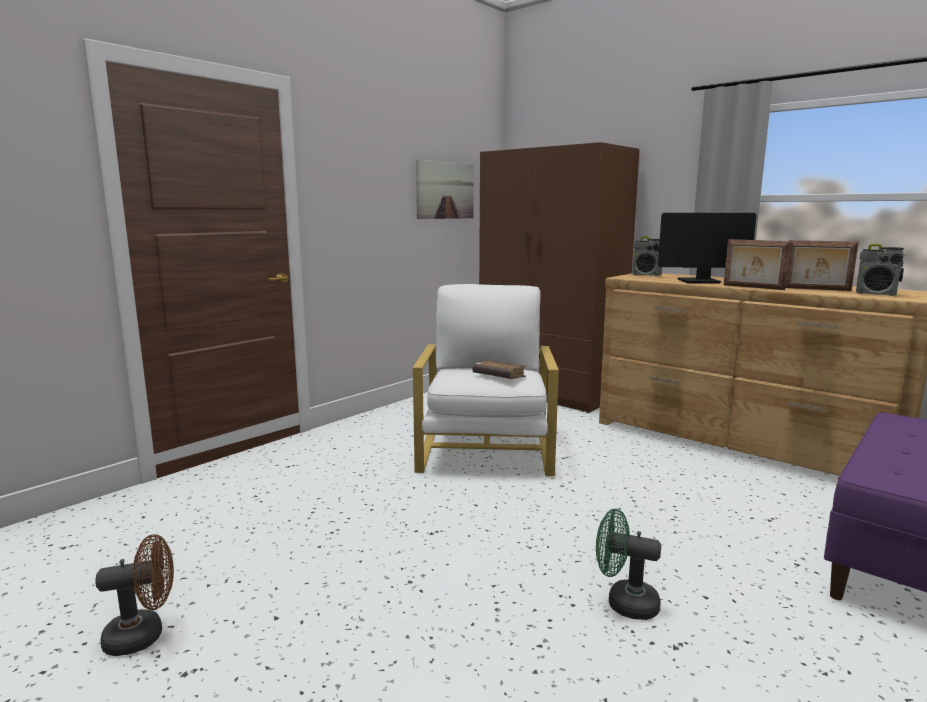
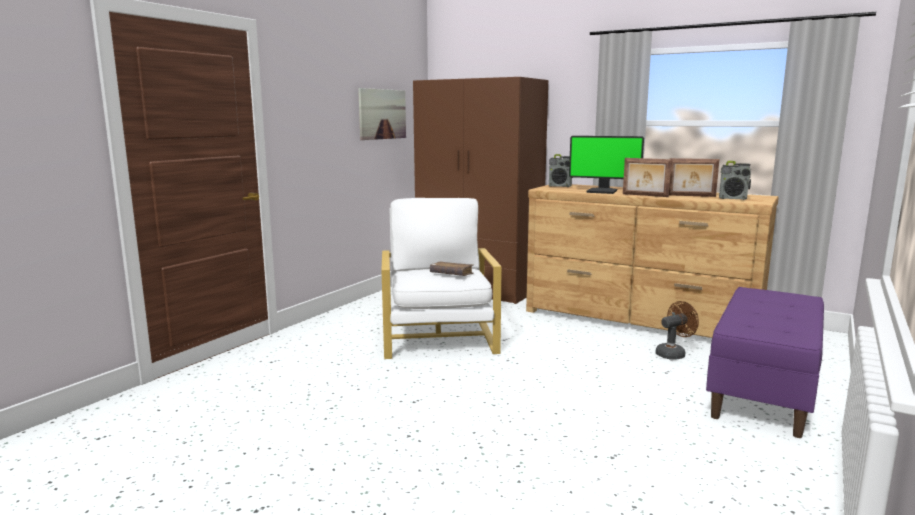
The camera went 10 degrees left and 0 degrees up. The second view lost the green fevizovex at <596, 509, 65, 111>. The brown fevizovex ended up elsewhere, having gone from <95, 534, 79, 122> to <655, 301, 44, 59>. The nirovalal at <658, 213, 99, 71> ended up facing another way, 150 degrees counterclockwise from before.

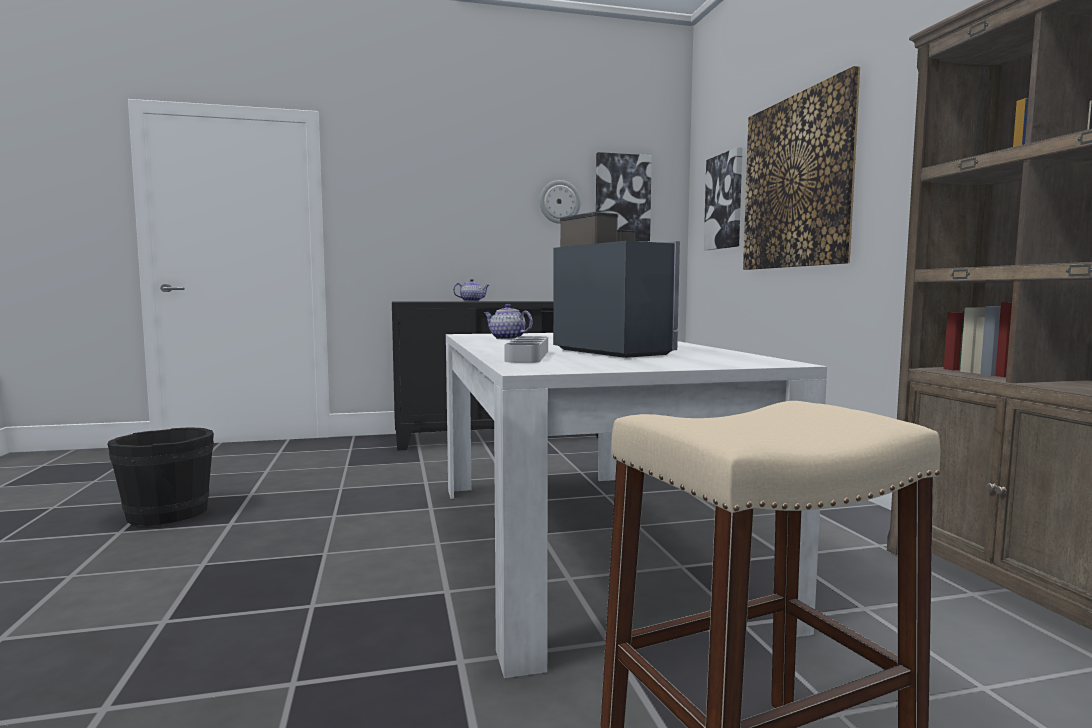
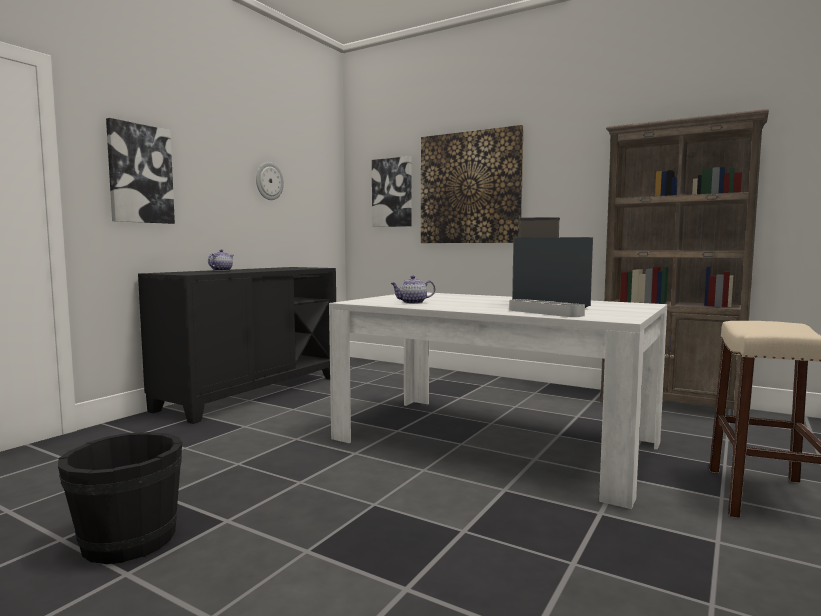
The camera went 45 degrees left and 0 degrees up. The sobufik ended up elsewhere, having gone from <596, 152, 56, 89> to <106, 118, 69, 106>.

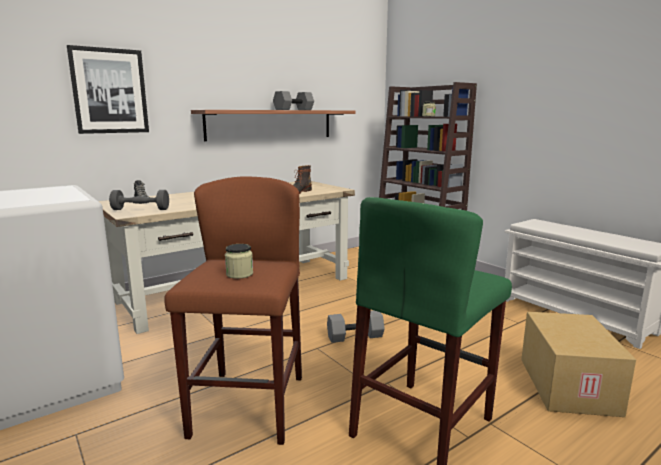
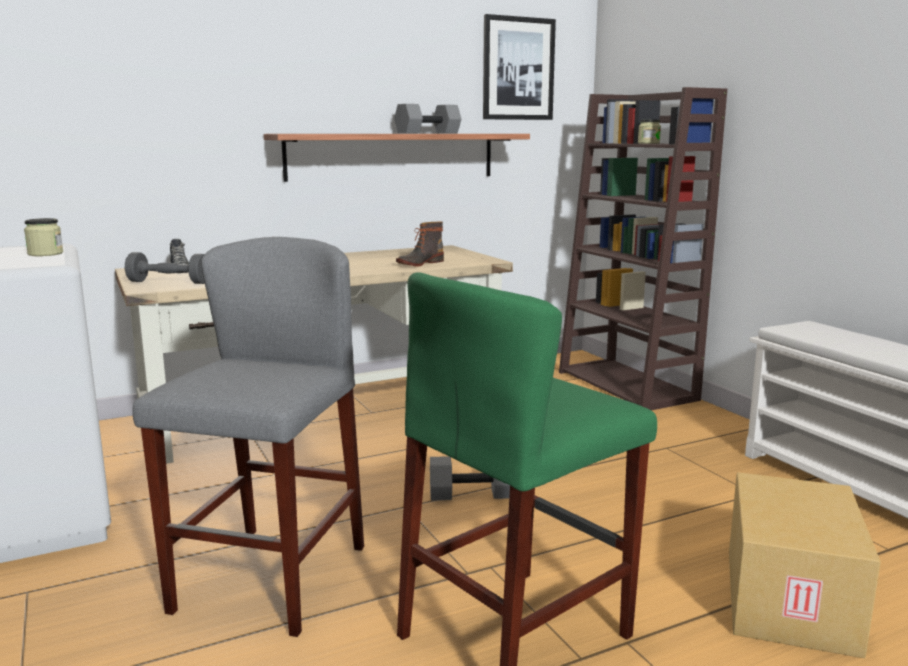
The camera went 10 degrees right and 0 degrees up. The sobufik ended up elsewhere, having gone from <67, 45, 82, 89> to <483, 14, 73, 106>. The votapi ended up elsewhere, having gone from <225, 244, 28, 35> to <24, 218, 39, 38>. What was the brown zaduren at <164, 176, 138, 269> turned into the grey zaduren at <132, 237, 232, 400>.

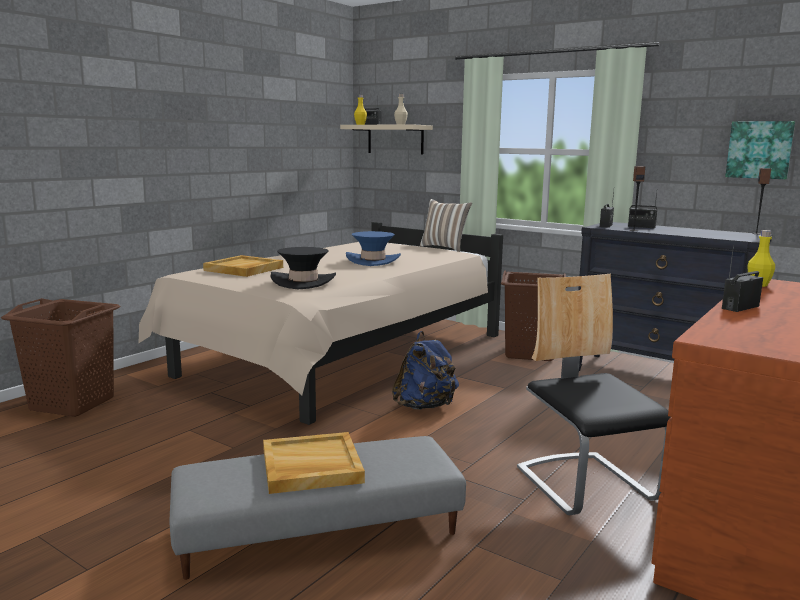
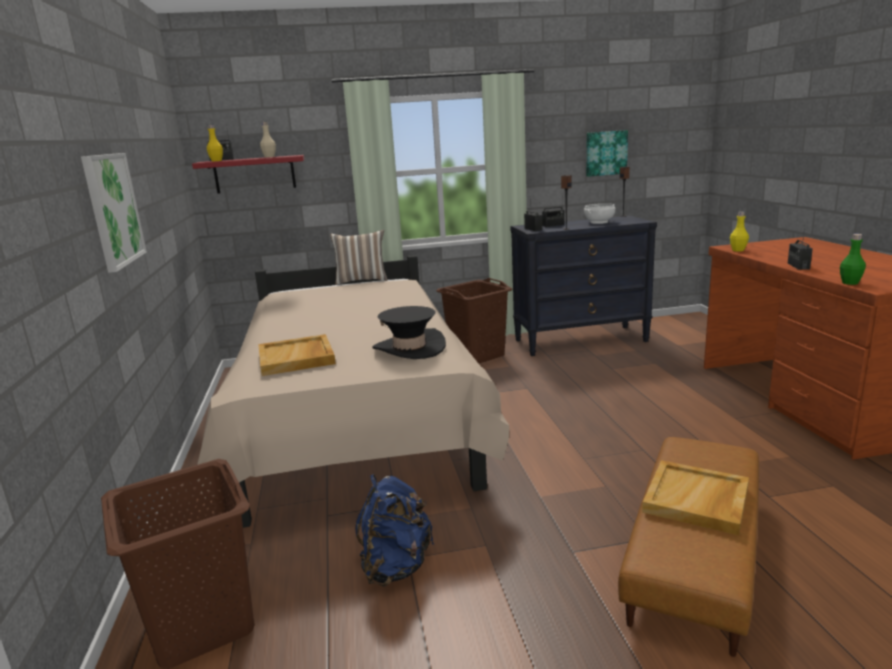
The camera went 45 degrees left and 5 degrees up. The second view lost the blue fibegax at <346, 231, 55, 35>. The second view lost the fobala at <517, 274, 154, 241>. The second view gained the sobufik at <81, 153, 66, 120>. The second view gained the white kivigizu at <584, 203, 31, 21>. The second view gained the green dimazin at <840, 234, 26, 51>. The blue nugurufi ended up elsewhere, having gone from <392, 331, 67, 79> to <355, 474, 79, 113>. What was the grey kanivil at <169, 436, 297, 144> turned into the brown kanivil at <618, 437, 141, 220>. What was the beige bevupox at <340, 125, 93, 30> turned into the red bevupox at <192, 155, 112, 38>.

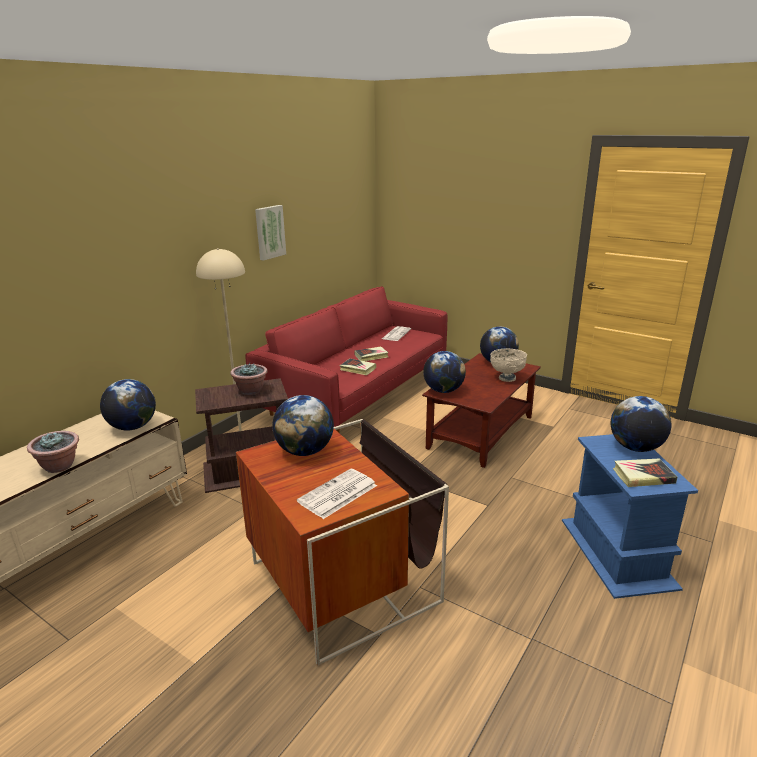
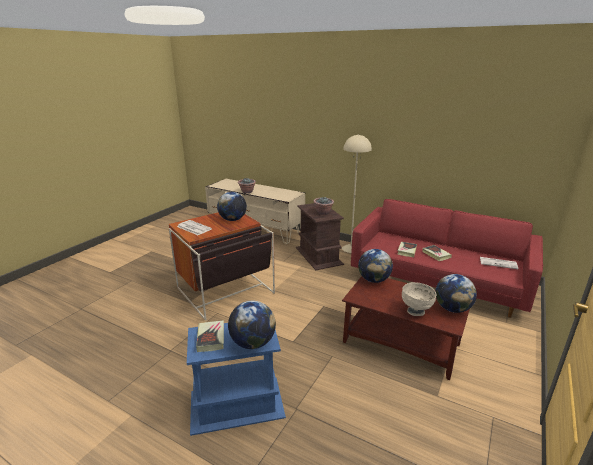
The camera went 85 degrees right and 0 degrees up. The second view lost the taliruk at <100, 379, 56, 52>. The second view lost the sobufik at <255, 205, 31, 56>.

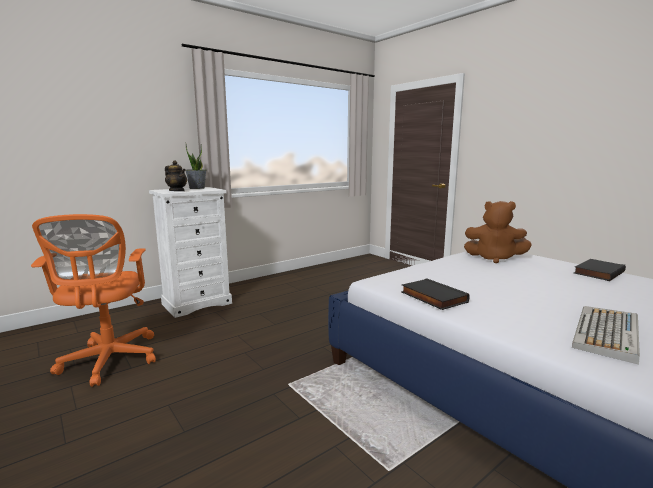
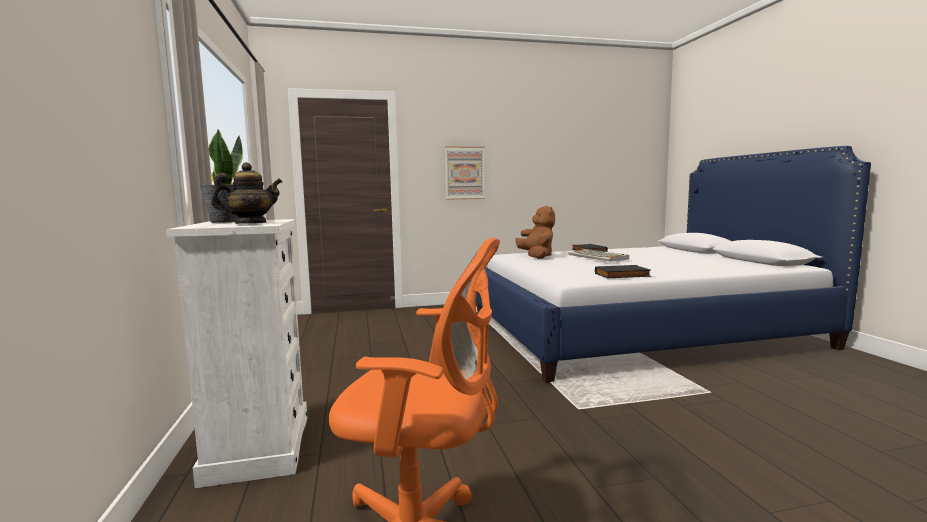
The camera went 65 degrees left and 5 degrees down. The second view gained the sobufik at <445, 146, 40, 54>. The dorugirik ended up elsewhere, having gone from <572, 306, 68, 59> to <568, 249, 61, 13>. The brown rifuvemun at <464, 201, 68, 62> ended up facing another way, 60 degrees counterclockwise from before.

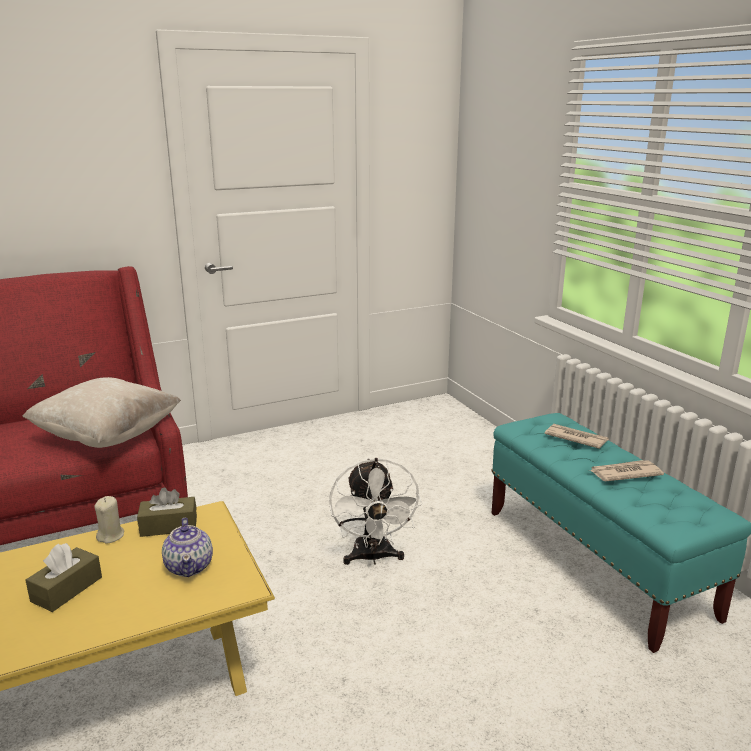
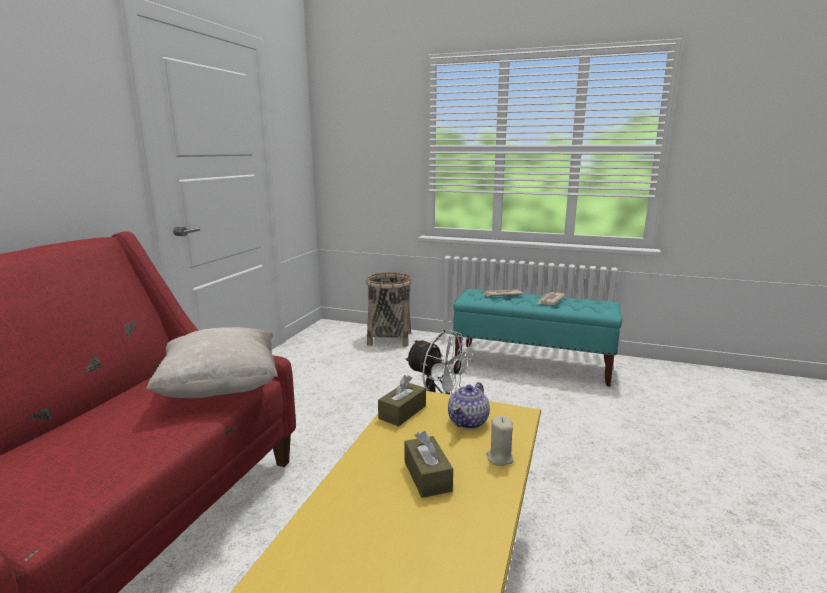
The camera went 45 degrees left and 5 degrees down. The second view gained the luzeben at <366, 272, 46, 75>. The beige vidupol ended up elsewhere, having gone from <94, 496, 30, 47> to <486, 416, 27, 50>. The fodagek at <162, 518, 51, 59> ended up facing another way, 90 degrees clockwise from before.

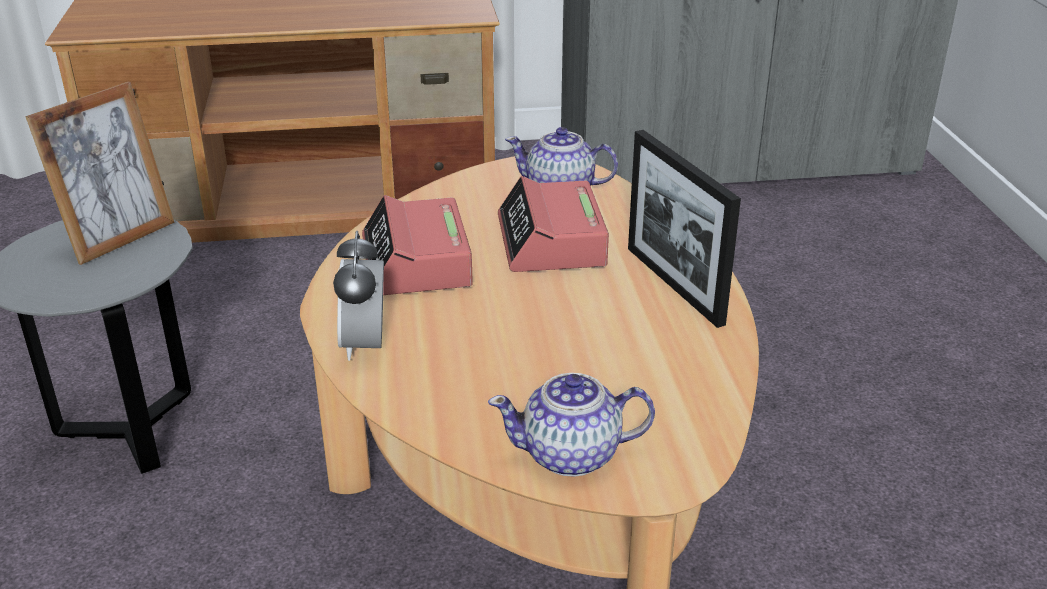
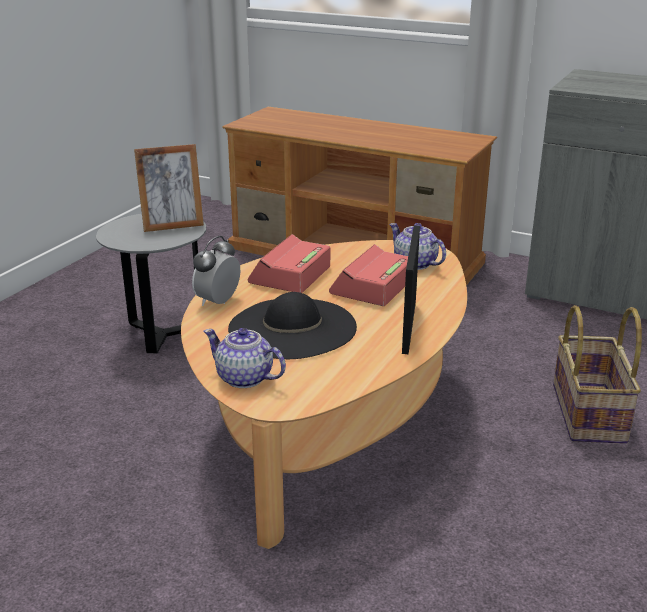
The camera went 35 degrees right and 5 degrees down. The second view gained the black fibegax at <228, 292, 129, 67>. The second view gained the luzeben at <553, 305, 89, 139>.

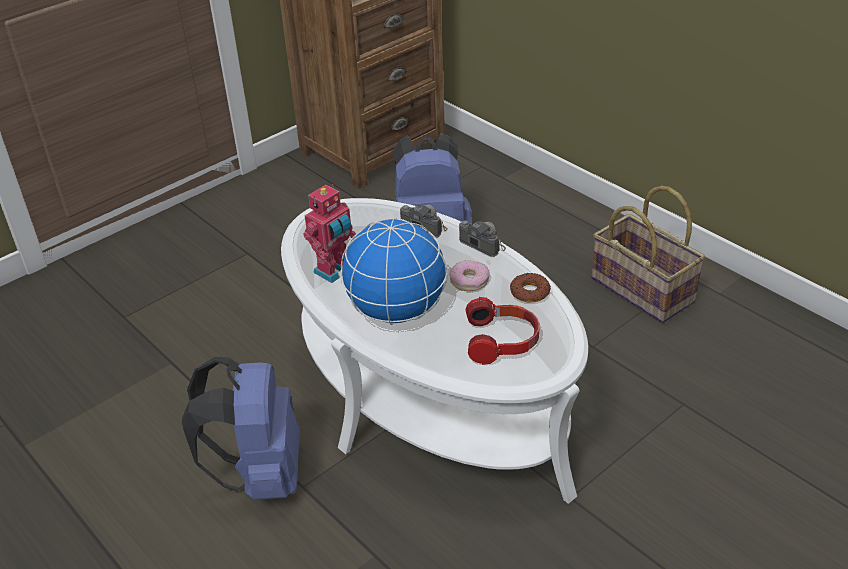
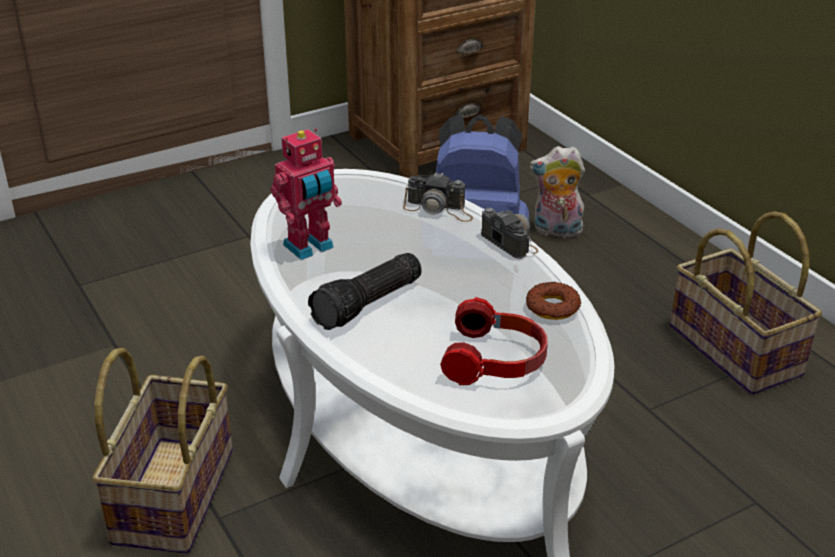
The camera went 10 degrees right and 5 degrees down. The second view lost the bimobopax at <449, 260, 41, 31>. The second view gained the rifuvemun at <529, 146, 56, 92>. Where the blue nugurufi stood at <181, 357, 119, 143>, the luzeben came to stand at <92, 348, 141, 206>. Where the taliruk stood at <340, 218, 108, 107>, the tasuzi came to stand at <308, 253, 114, 77>. The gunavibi at <400, 204, 48, 34> ended up facing another way, 150 degrees clockwise from before.

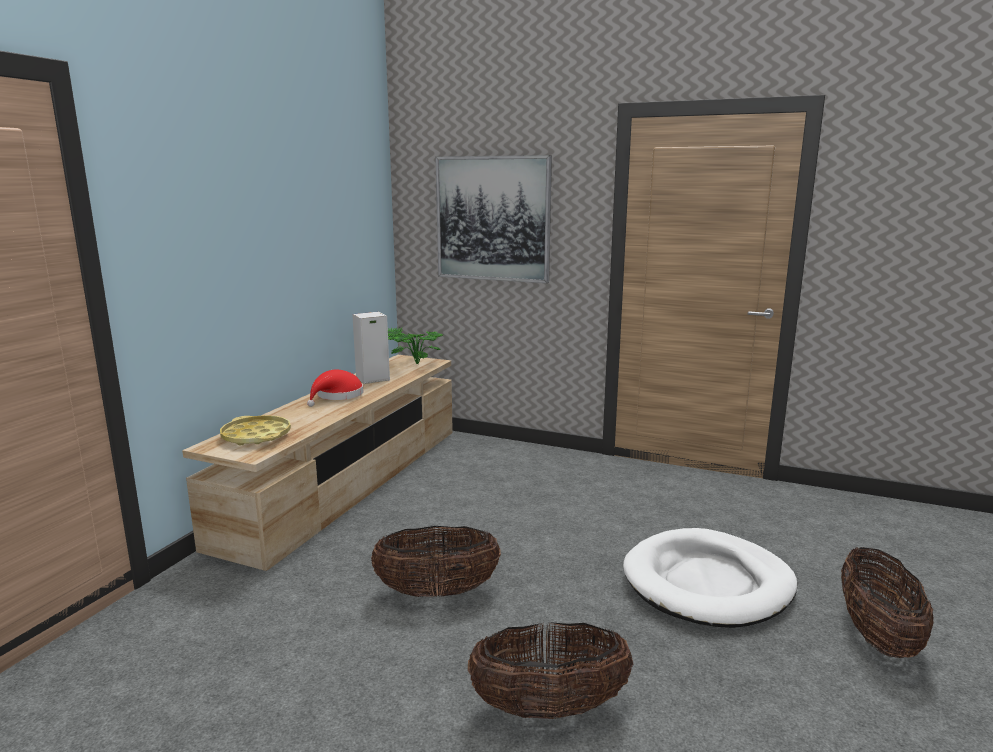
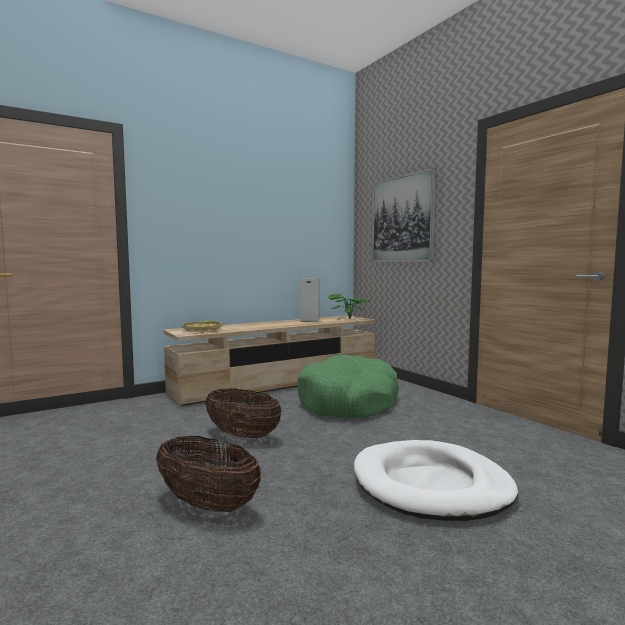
The camera went 35 degrees right and 10 degrees down. The second view lost the red fibegax at <307, 370, 56, 37>. The second view lost the luzeben at <841, 547, 93, 111>. The second view gained the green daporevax at <298, 354, 101, 64>.

